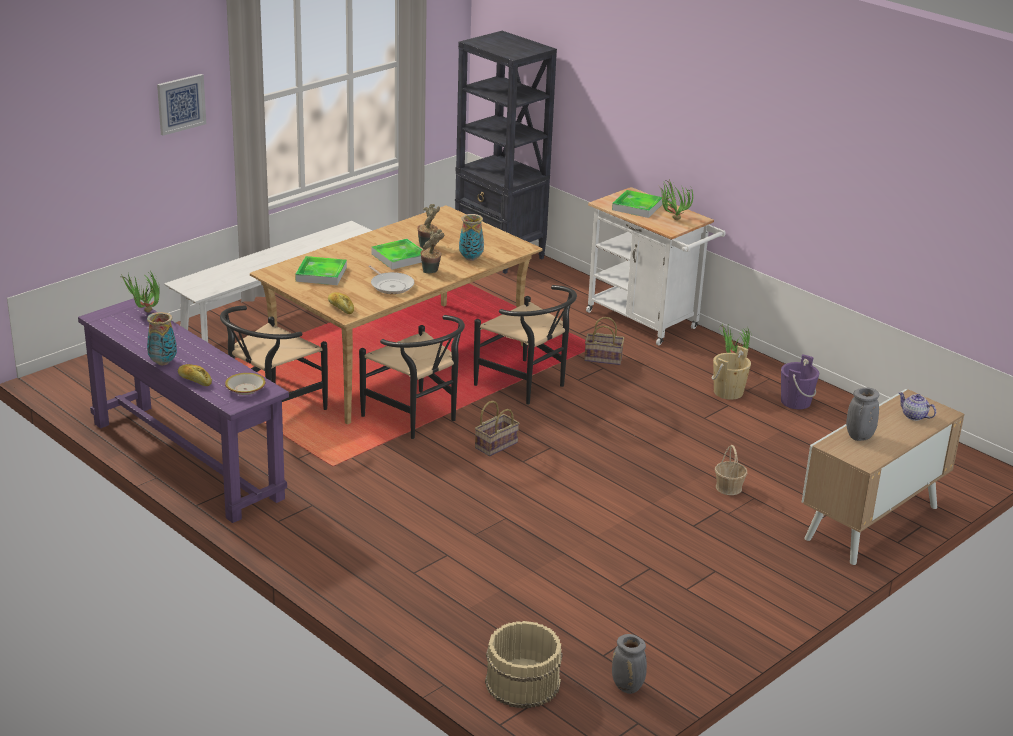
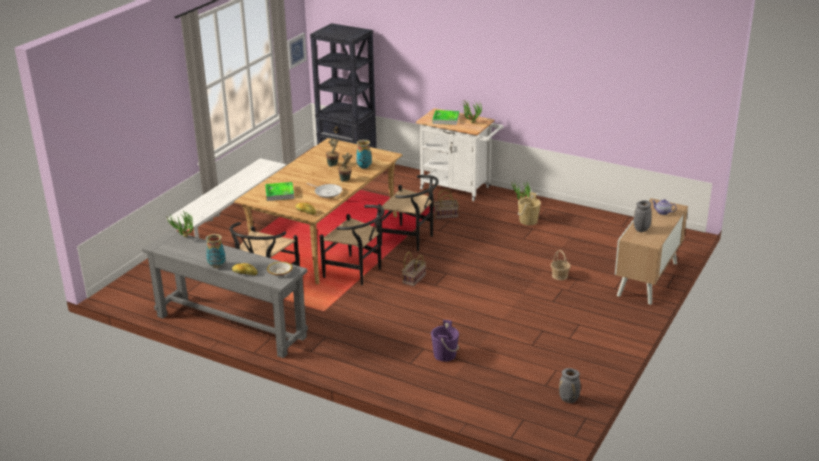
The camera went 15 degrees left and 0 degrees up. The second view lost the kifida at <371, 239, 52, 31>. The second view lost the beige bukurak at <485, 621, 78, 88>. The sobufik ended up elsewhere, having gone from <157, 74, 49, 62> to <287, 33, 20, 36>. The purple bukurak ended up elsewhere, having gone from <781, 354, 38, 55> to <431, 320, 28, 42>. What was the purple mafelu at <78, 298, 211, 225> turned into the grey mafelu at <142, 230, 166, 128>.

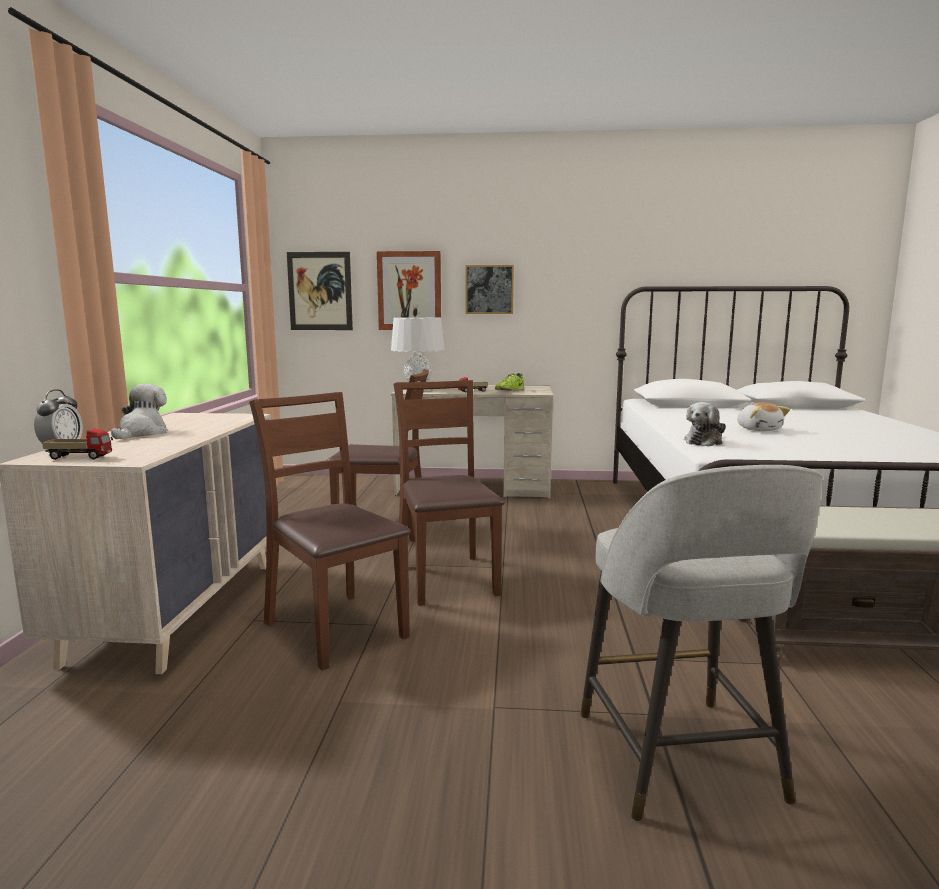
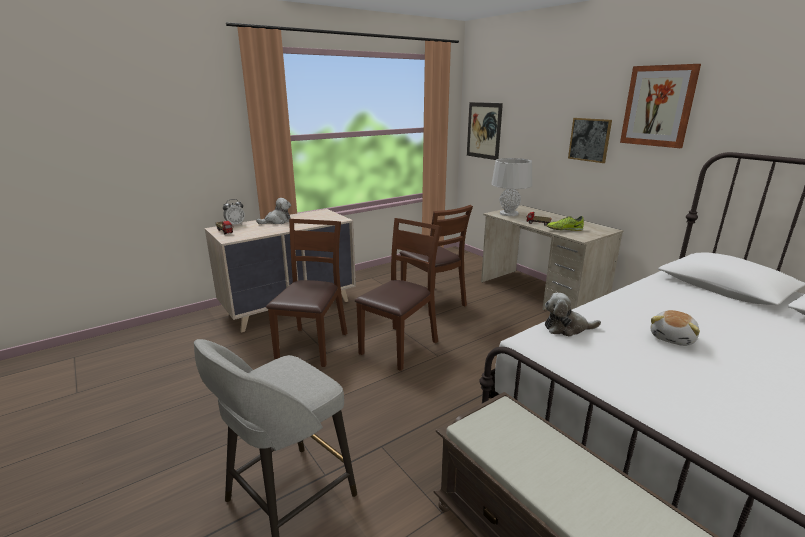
The camera went 50 degrees right and 10 degrees up. The sobufik ended up elsewhere, having gone from <377, 251, 64, 79> to <620, 64, 81, 84>.

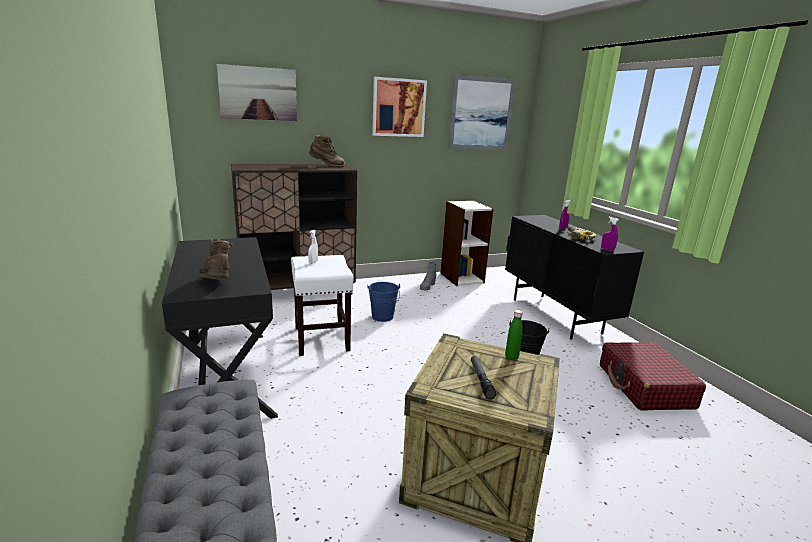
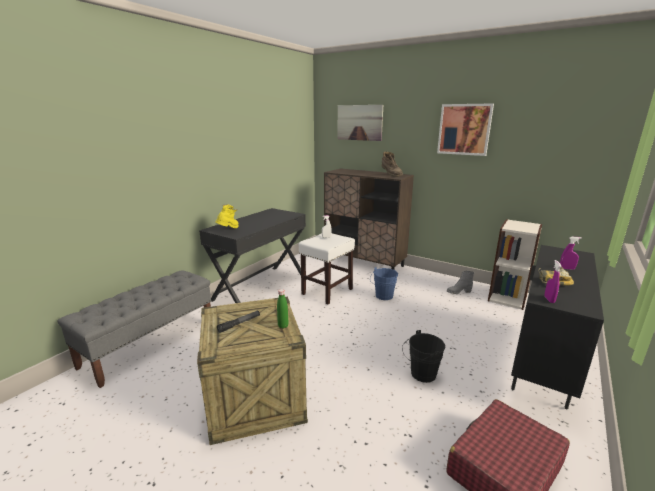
The camera went 55 degrees right and 0 degrees up. The second view lost the sobufik at <448, 75, 68, 75>. What was the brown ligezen at <197, 239, 36, 42> turned into the yellow ligezen at <215, 204, 24, 25>.

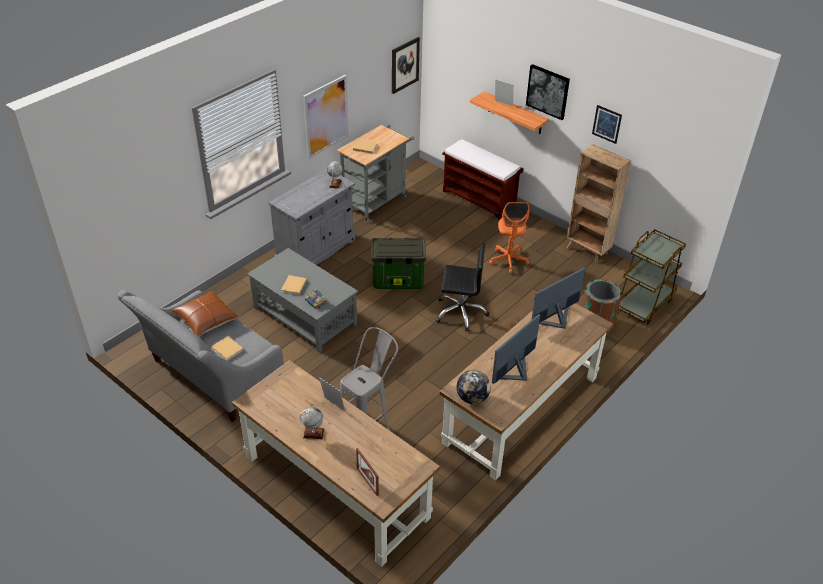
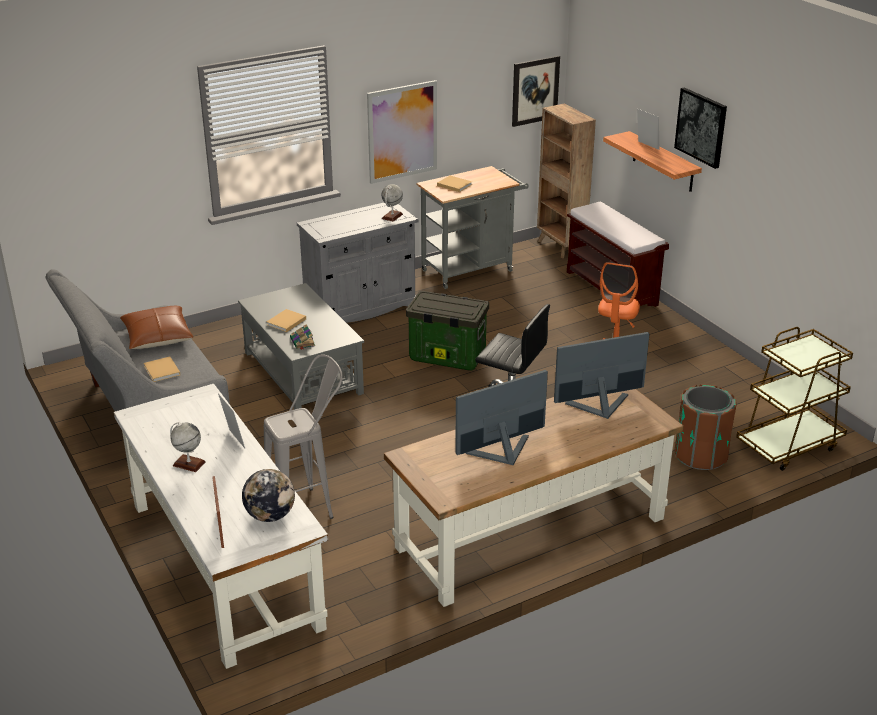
The camera went 20 degrees right and 10 degrees down. The second view lost the sobufik at <592, 105, 30, 39>. The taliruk ended up elsewhere, having gone from <457, 370, 34, 34> to <242, 469, 53, 53>. The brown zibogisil ended up elsewhere, having gone from <567, 144, 64, 119> to <537, 104, 59, 154>. What was the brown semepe at <232, 360, 208, 207> turned into the white semepe at <114, 384, 214, 285>.

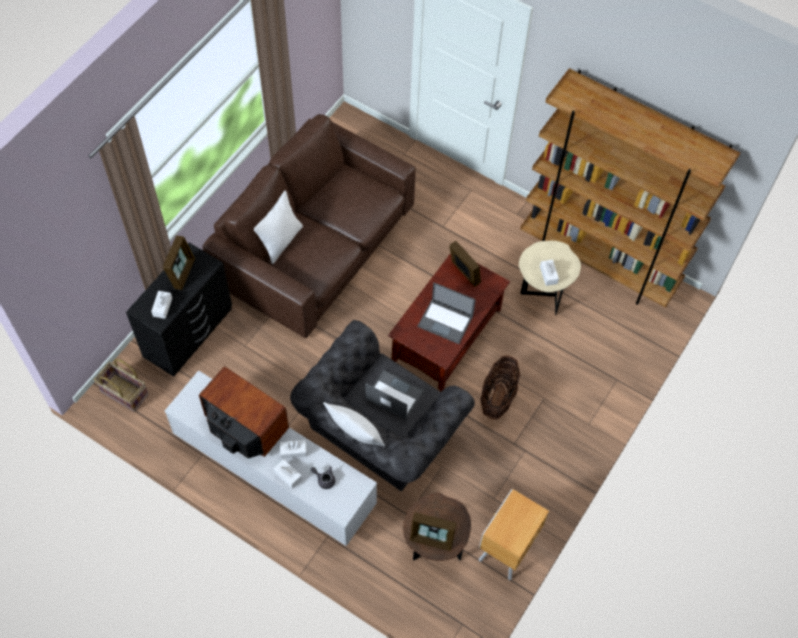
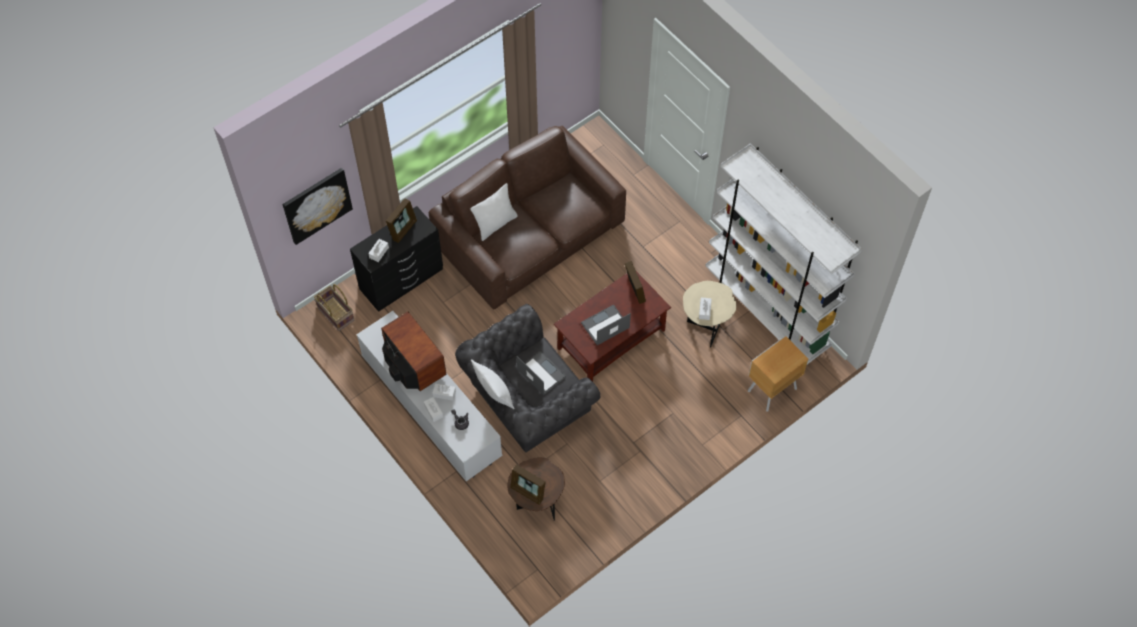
The camera went 20 degrees right and 0 degrees up. The second view lost the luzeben at <480, 355, 41, 65>. The second view gained the sobufik at <283, 168, 70, 77>. The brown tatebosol ended up elsewhere, having gone from <479, 489, 70, 91> to <748, 336, 60, 75>. What was the brown zibogisil at <520, 68, 221, 240> turned into the white zibogisil at <705, 143, 157, 221>. The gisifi at <417, 282, 59, 62> ended up facing another way, 105 degrees clockwise from before.

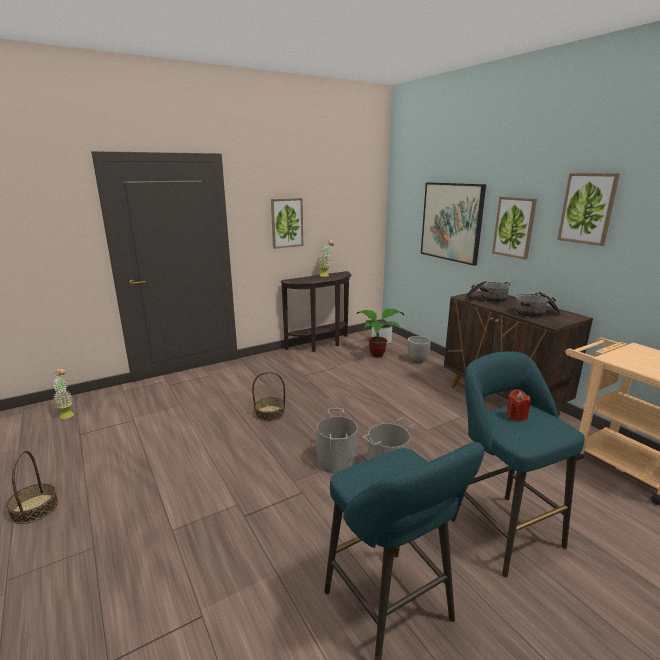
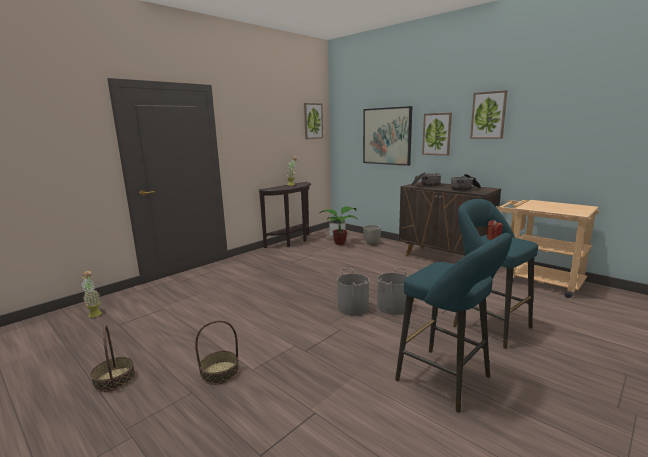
The camera went 15 degrees left and 5 degrees down. The luzeben ended up elsewhere, having gone from <252, 372, 33, 49> to <195, 320, 44, 65>. The sobufik ended up elsewhere, having gone from <271, 198, 32, 51> to <304, 103, 19, 36>.

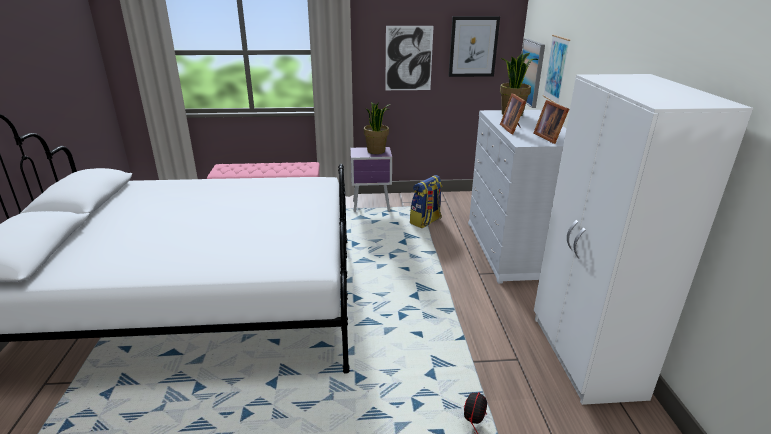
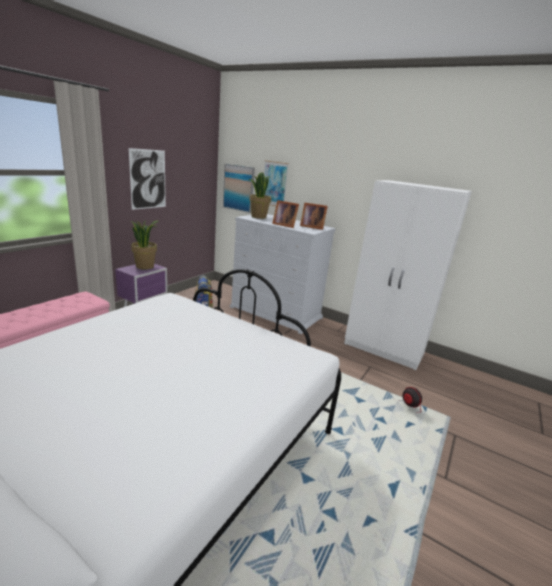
The camera went 55 degrees left and 5 degrees down. The second view lost the sobufik at <449, 16, 51, 61>.

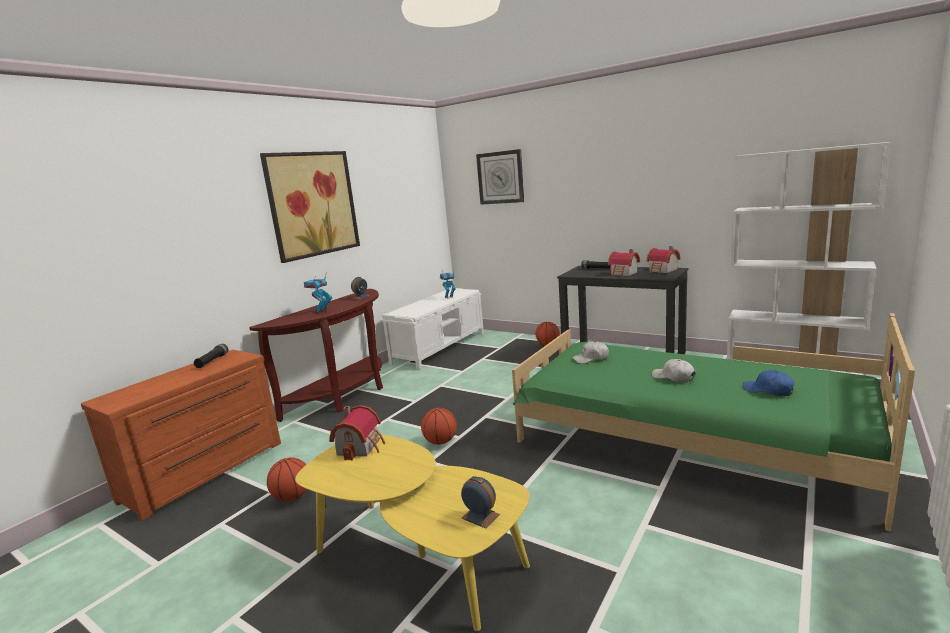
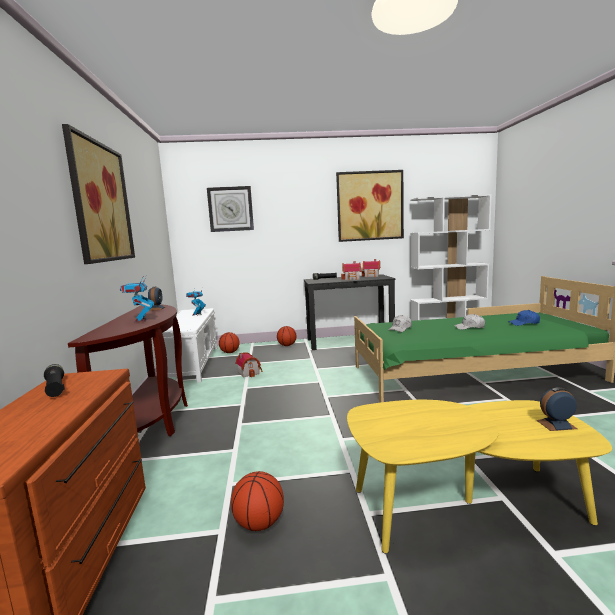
The camera went 40 degrees left and 5 degrees down. The second view gained the sobufik at <336, 170, 68, 72>. The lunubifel ended up elsewhere, having gone from <329, 405, 56, 56> to <236, 352, 27, 25>. The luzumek ended up elsewhere, having gone from <421, 408, 36, 37> to <219, 332, 21, 21>.

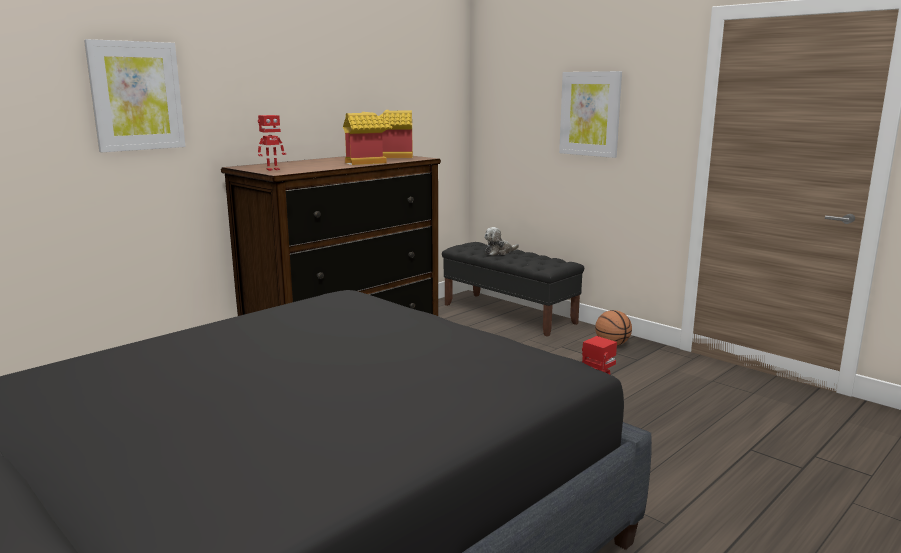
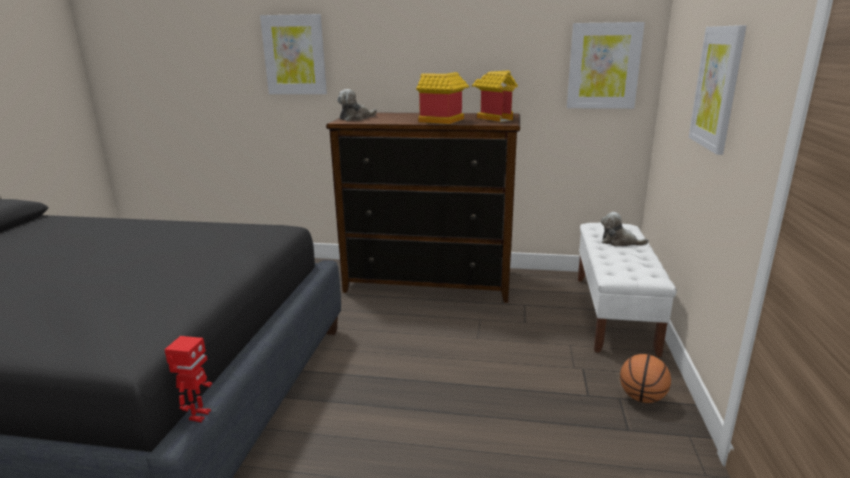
The camera went 55 degrees right and 5 degrees up. The second view gained the sobufik at <567, 22, 78, 87>. Where the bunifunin stood at <258, 115, 28, 56>, the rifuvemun came to stand at <337, 89, 40, 32>. What was the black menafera at <442, 242, 142, 95> turned into the white menafera at <578, 223, 99, 134>.

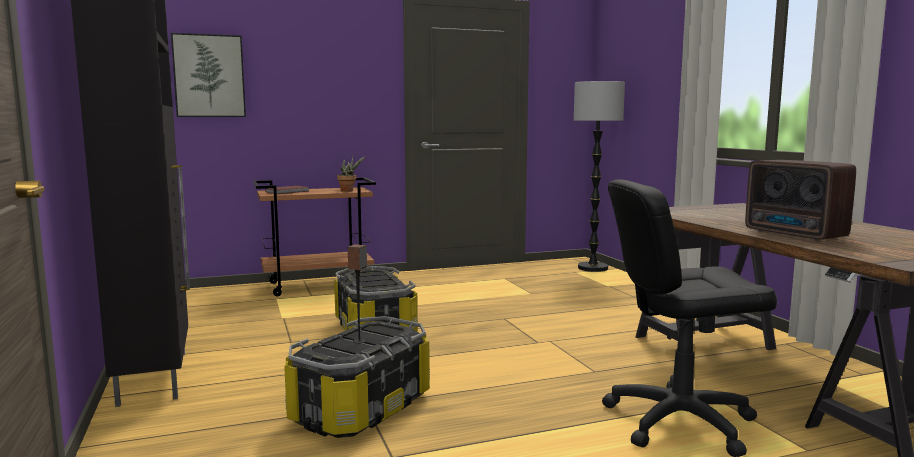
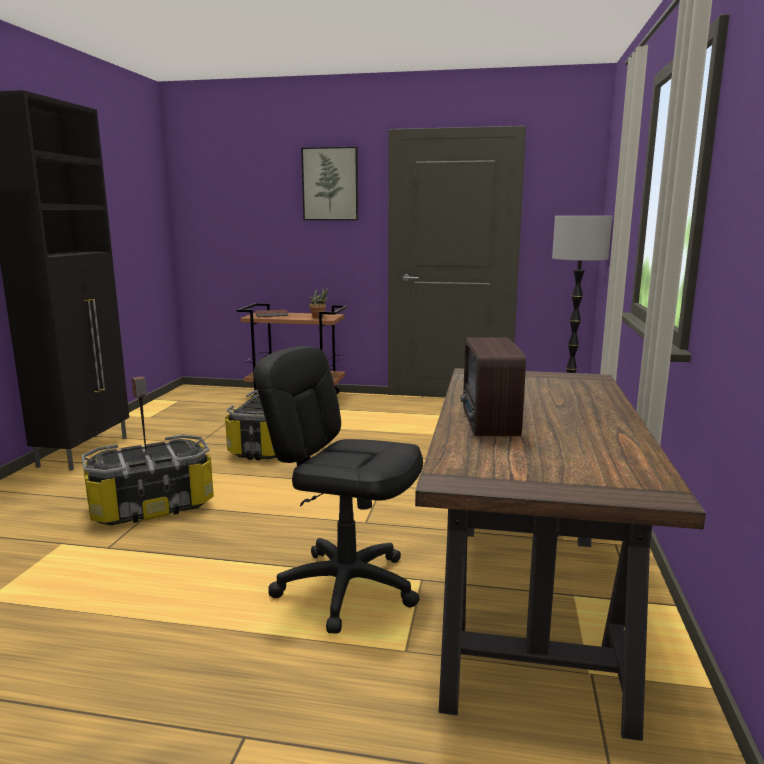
The camera went 30 degrees right and 5 degrees up. The sobufik ended up elsewhere, having gone from <171, 33, 75, 84> to <301, 147, 57, 73>.

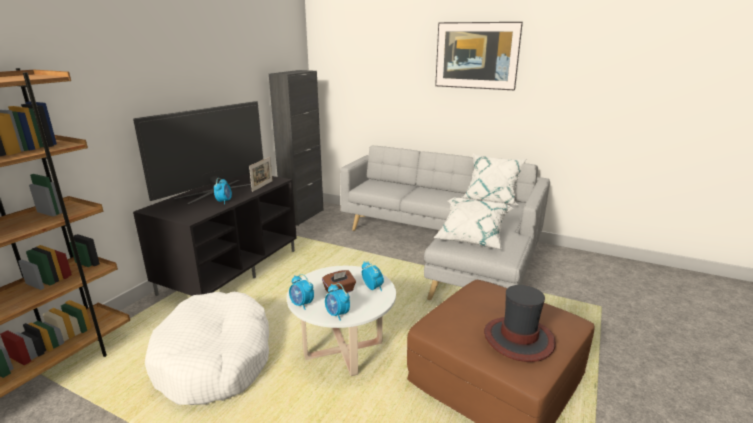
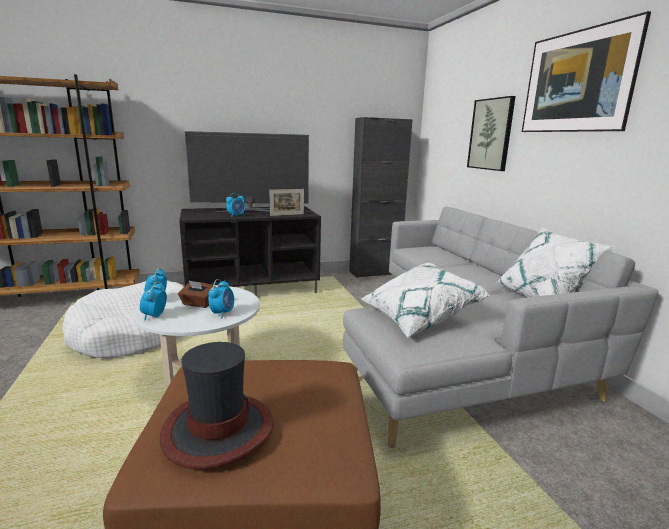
The camera went 45 degrees right and 5 degrees down. The second view gained the sobufik at <467, 96, 49, 75>.

